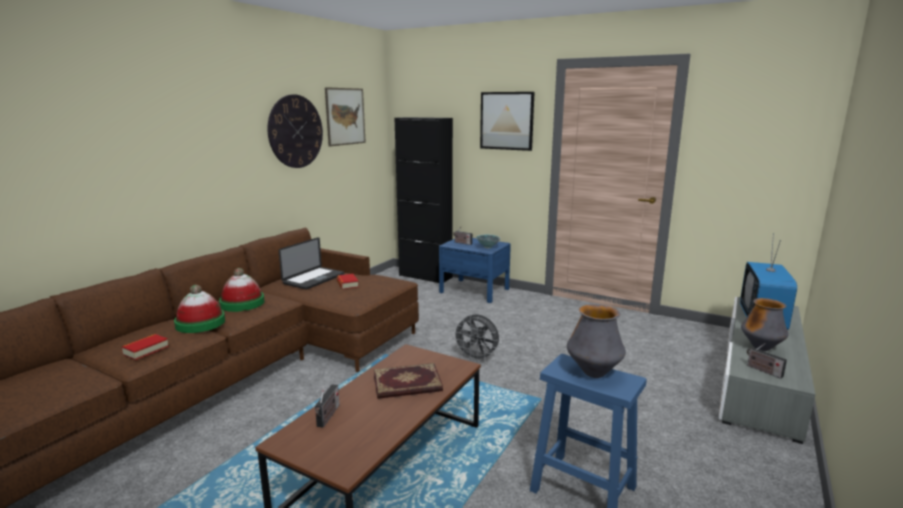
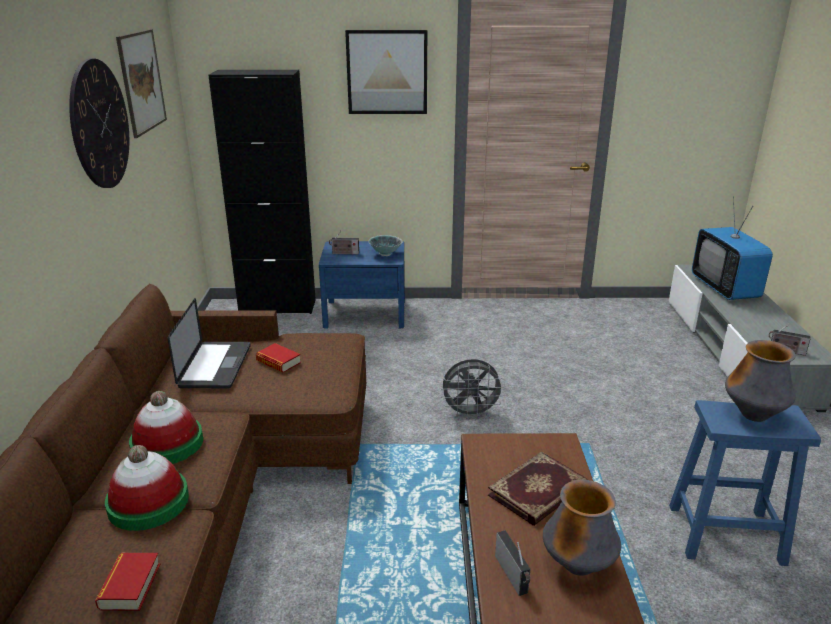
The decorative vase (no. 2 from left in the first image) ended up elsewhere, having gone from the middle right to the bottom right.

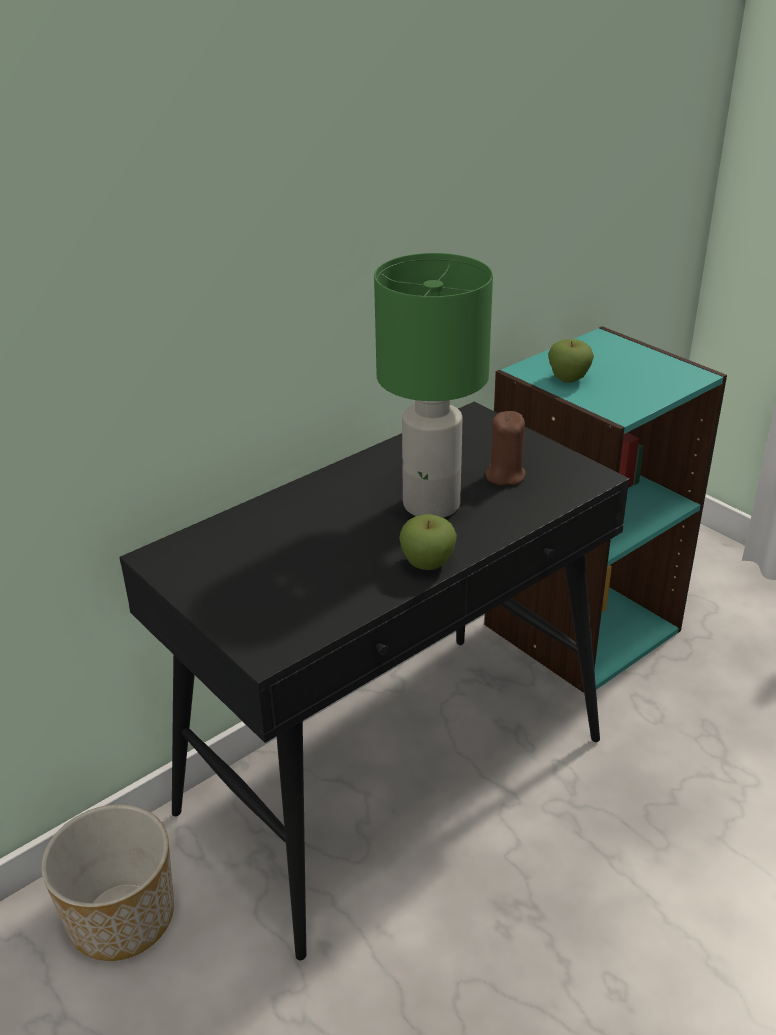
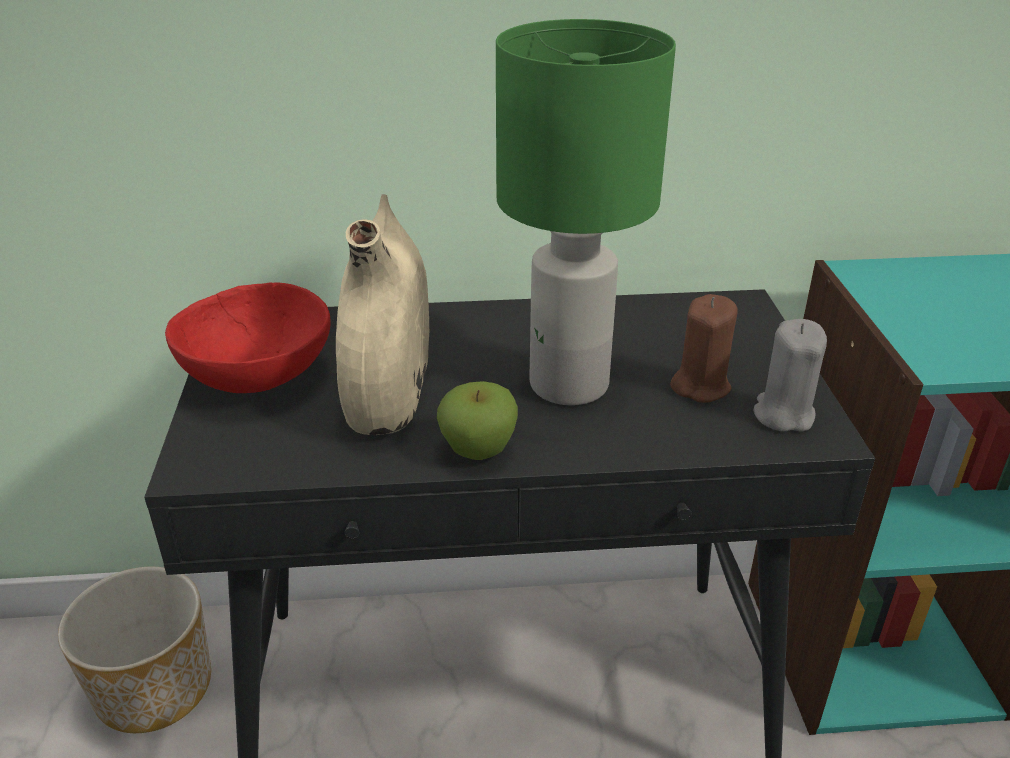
The second view lost the apple fruit (no. 2 from left) at the middle right.
The second view gained the red-coloured bowl at the middle left.
The second view gained the sand-coloured decorative vase at the centre.
The second view gained the greyish wax candle at the middle right.

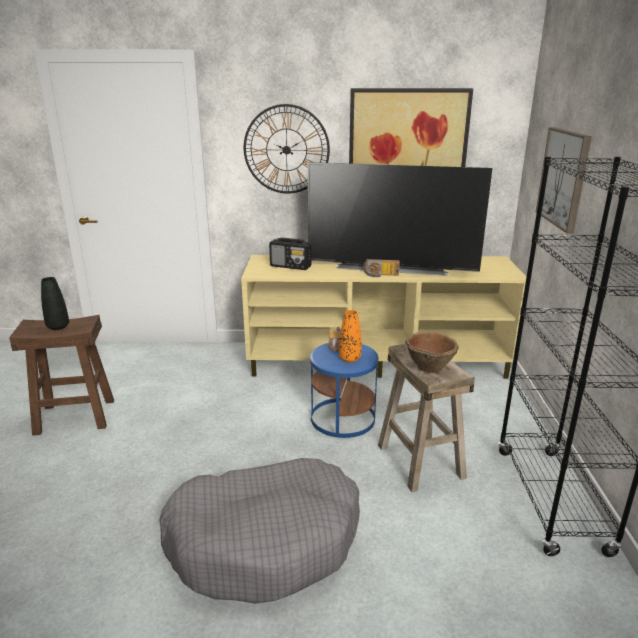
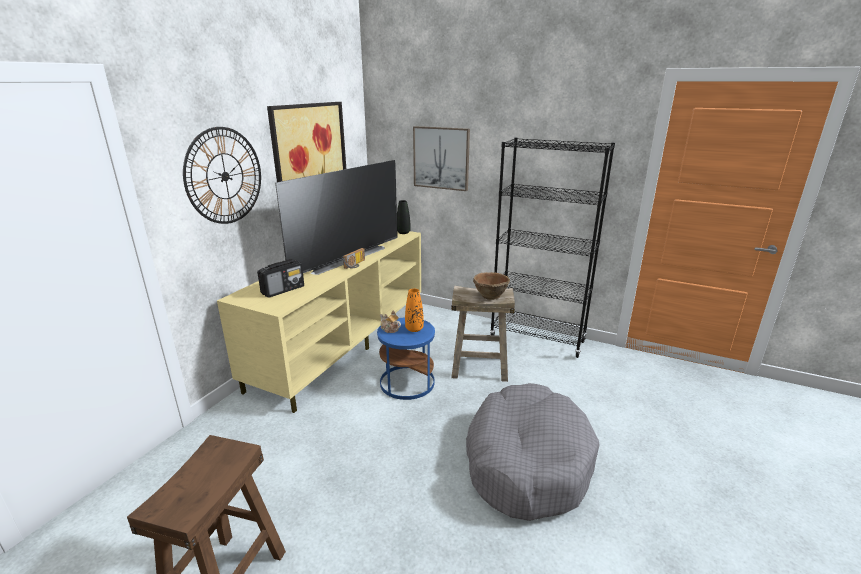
The black decorative vase ended up elsewhere, having gone from the middle left to the centre.

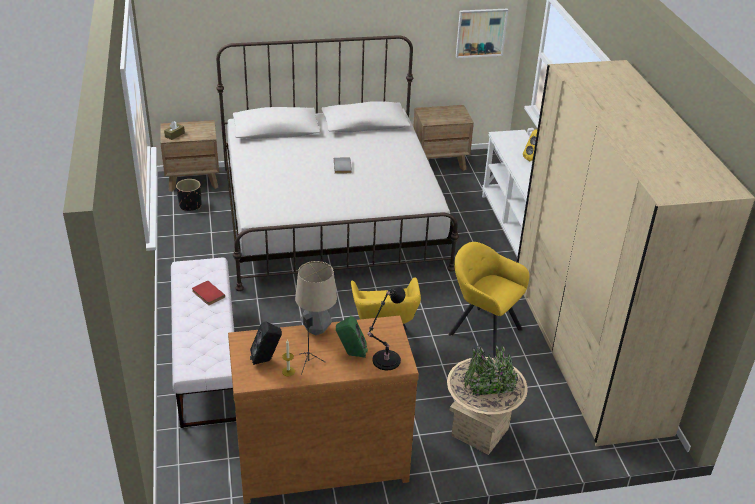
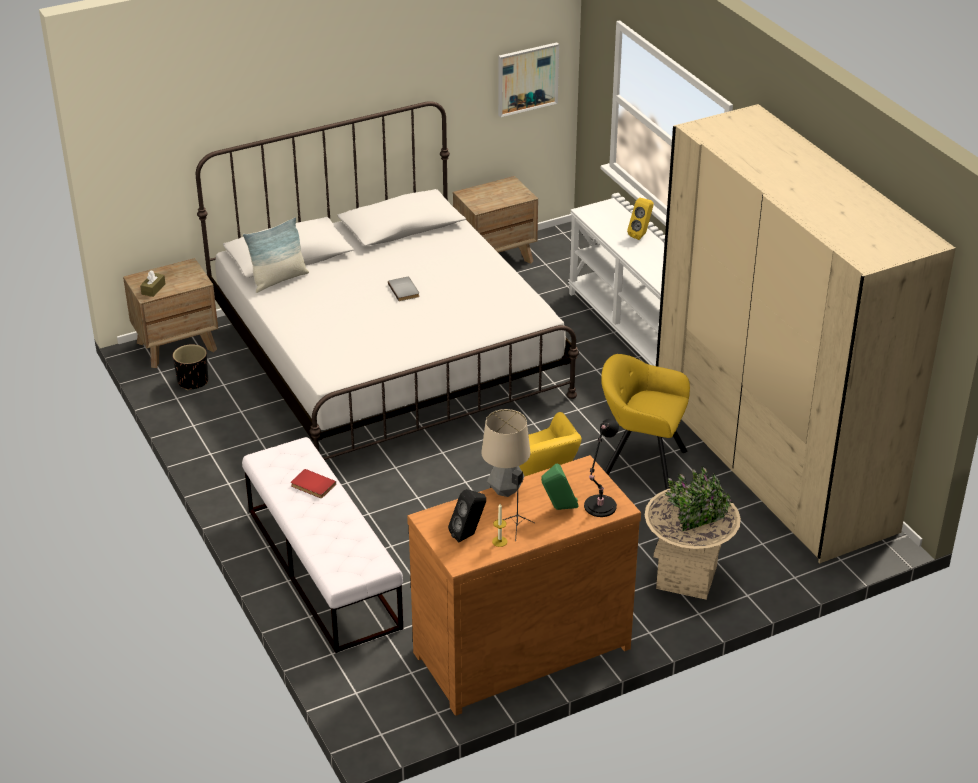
The second view gained the cushion at the top left.

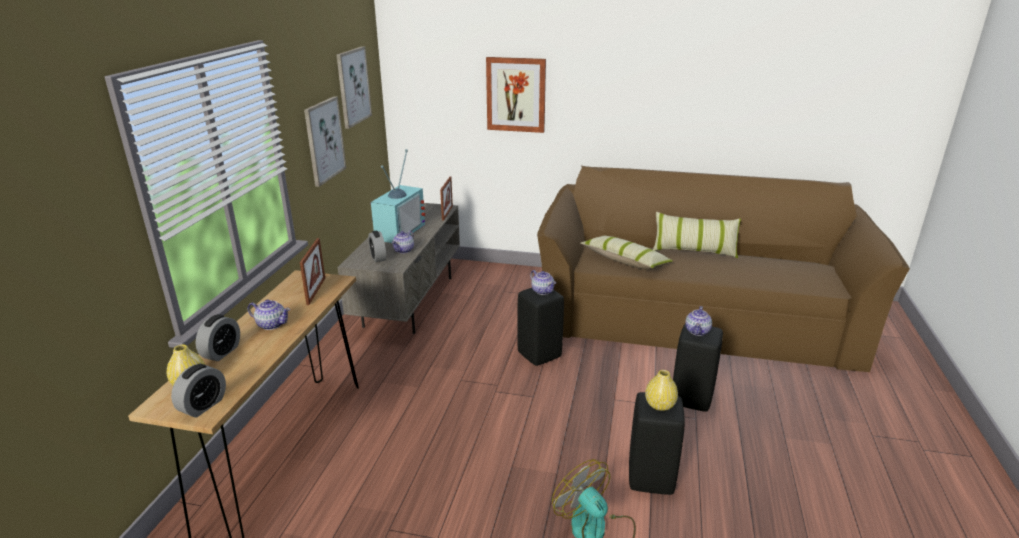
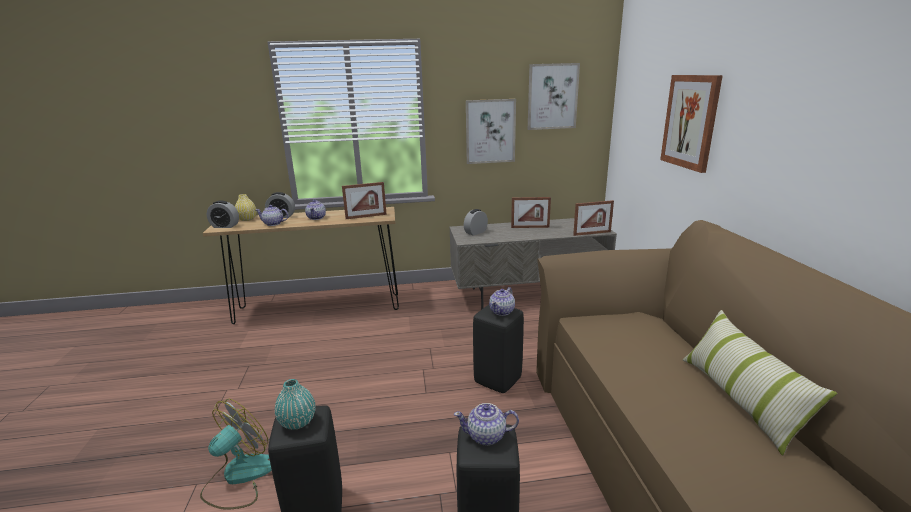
The second view lost the cushion (no. 1 from left) at the centre.
The tea pot (no. 2 from left in the first image) ended up elsewhere, having gone from the centre to the middle left.
Where the TV stood at the centre, the picture frame (no. 2 from left) came to stand at the centre.
What was the yellow-coloured decorative vase (no. 2 from left) at the bottom centre turned into the turquoise decorative vase at the bottom left.

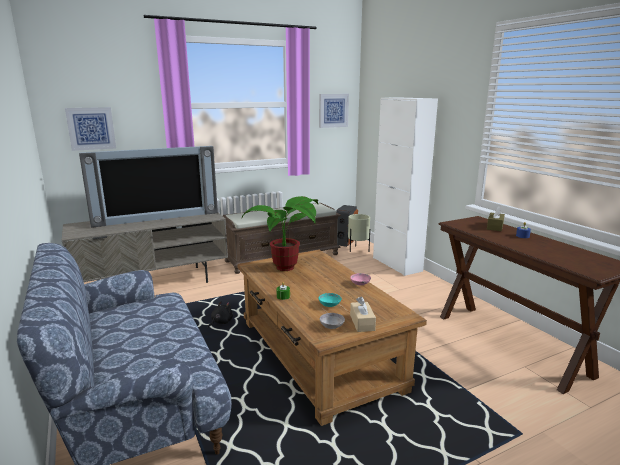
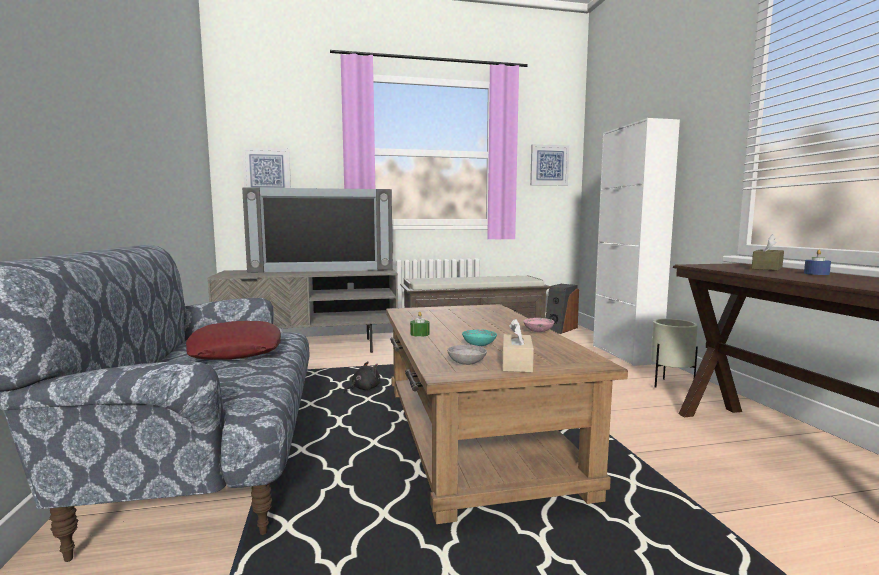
The second view lost the plant in a pot at the centre.
The second view gained the red-coloured cushion at the middle left.
The sand-coloured plant pot ended up elsewhere, having gone from the centre to the middle right.

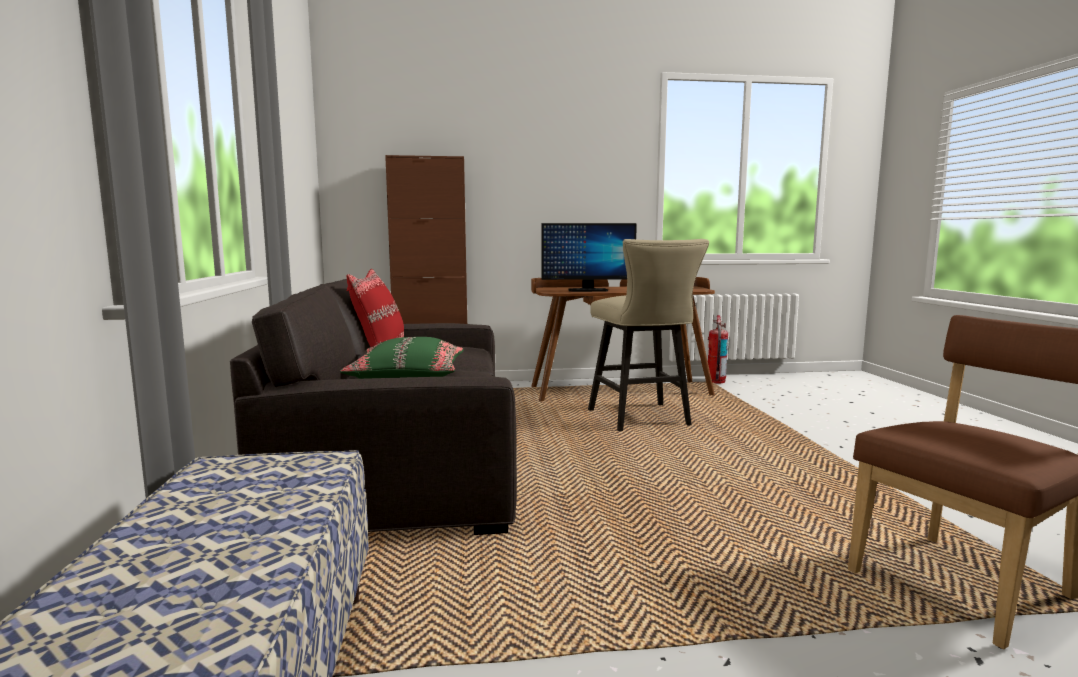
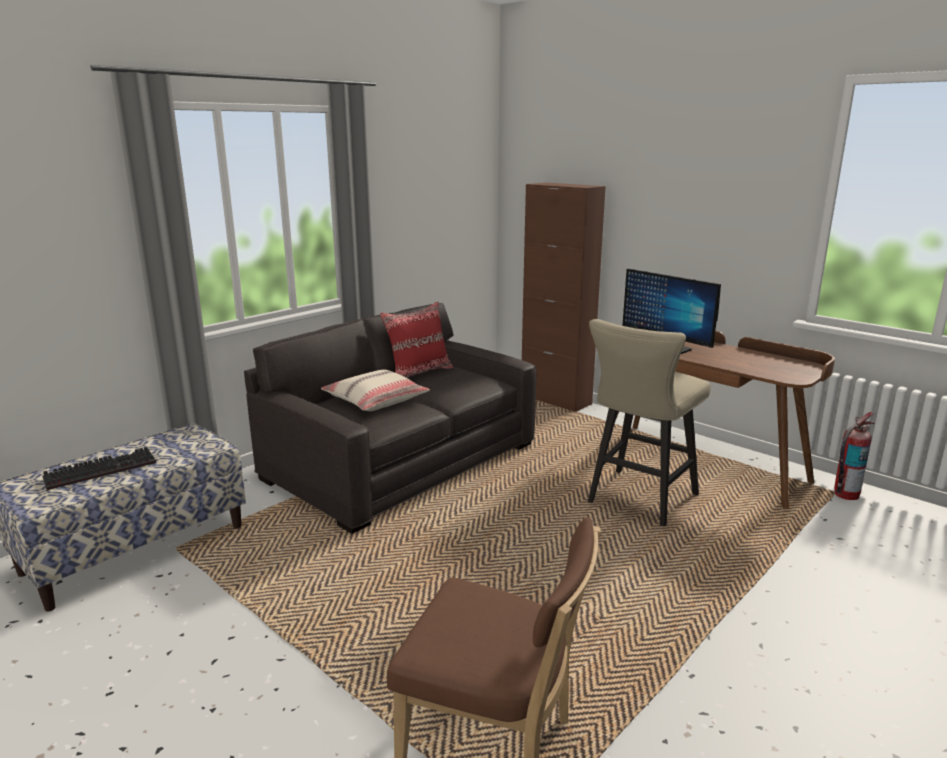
The second view gained the computer keyboard at the middle left.
What was the green cushion at the centre turned into the sand-coloured cushion at the centre.

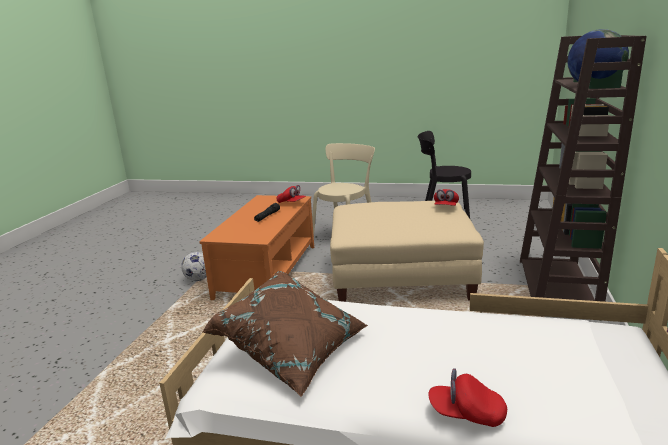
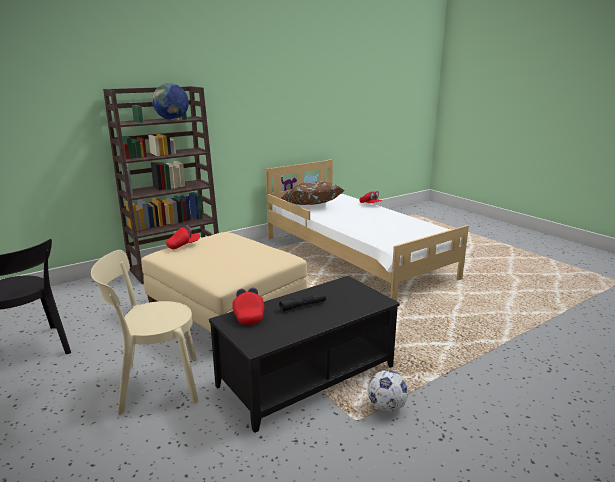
The brown-coloured cushion ended up elsewhere, having gone from the bottom centre to the centre.
What was the orange-coloured low table at the centre turned into the black low table at the bottom centre.

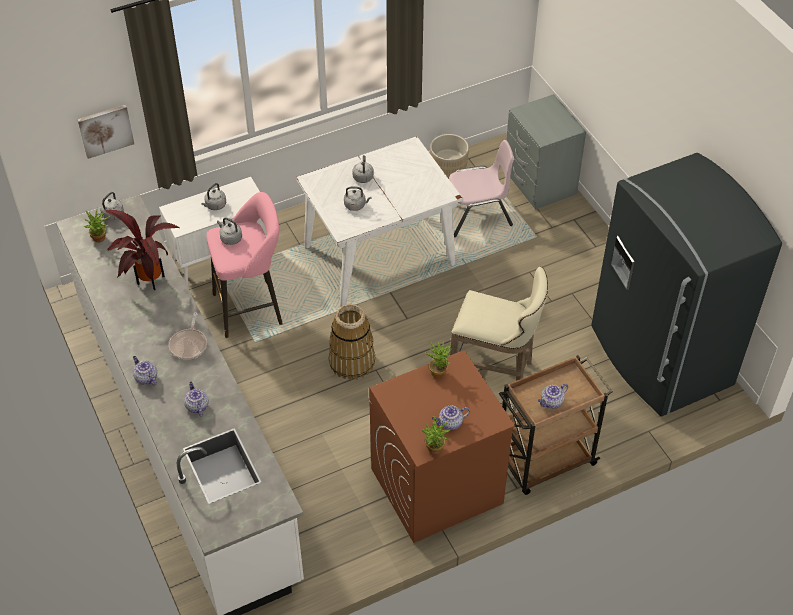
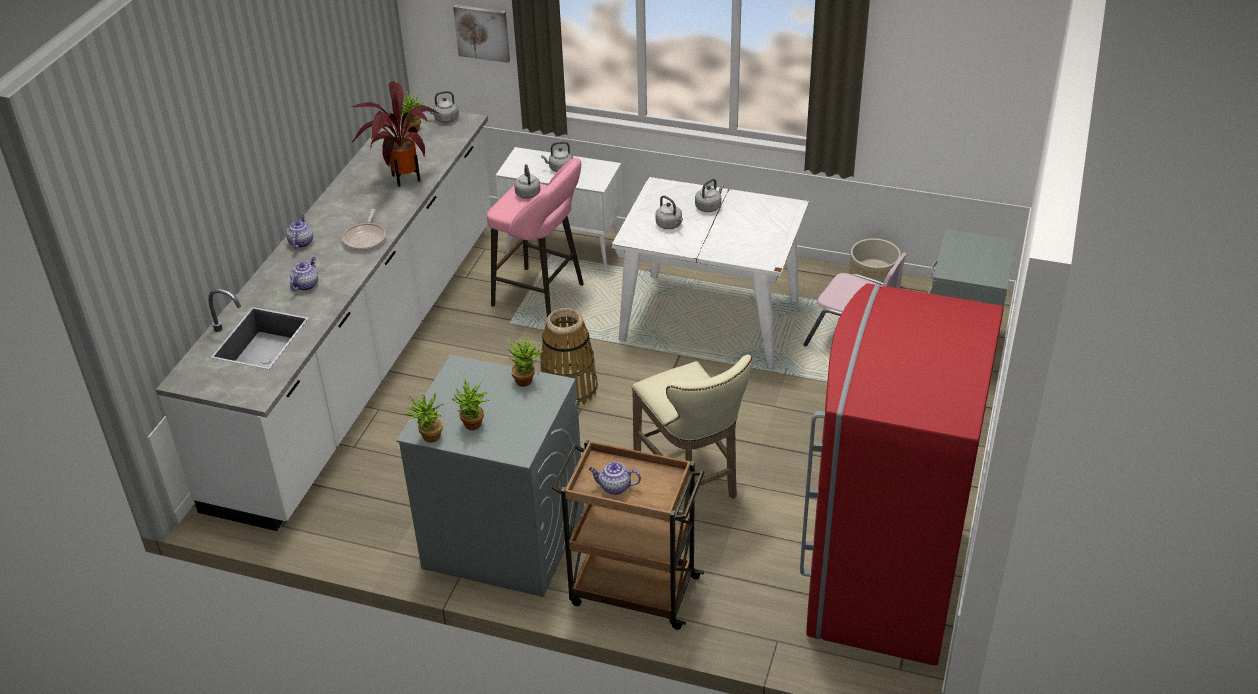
Where the tea pot (no. 3 from left) stood at the bottom centre, the plant in a pot (no. 4 from left) came to stand at the centre.
What was the brown-coloured laundry appliance at the bottom centre turned into the greyish laundry appliance at the bottom centre.
What was the greyish fridge at the middle right turned into the red-coloured fridge at the bottom right.
The frying pan at the middle left ended up facing another way, 45 degrees counterclockwise from before.

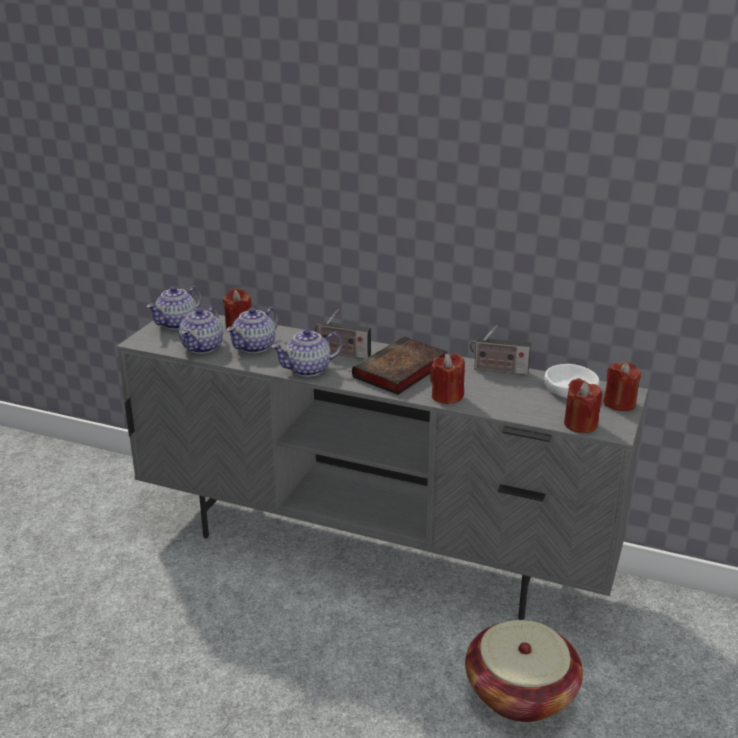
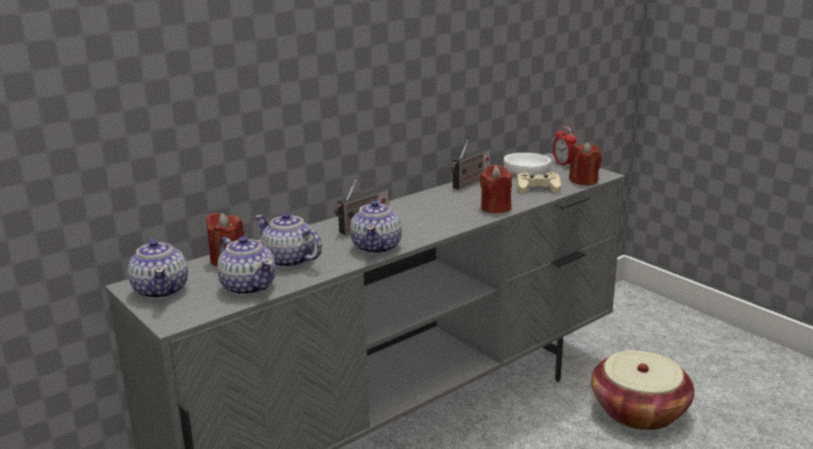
The second view lost the bound book at the centre.
The second view gained the sand-coloured game controller at the centre.
Where the red-coloured wax candle (no. 4 from left) stood at the middle right, the alarm clock came to stand at the top right.
The tea pot (no. 3 from left) at the centre ended up facing another way, 150 degrees clockwise from before.

